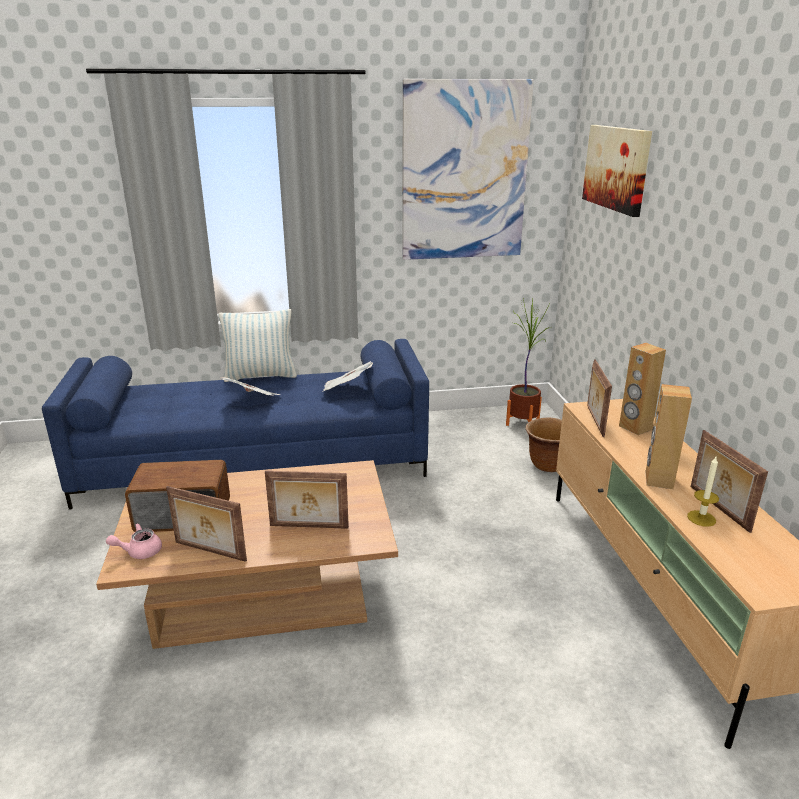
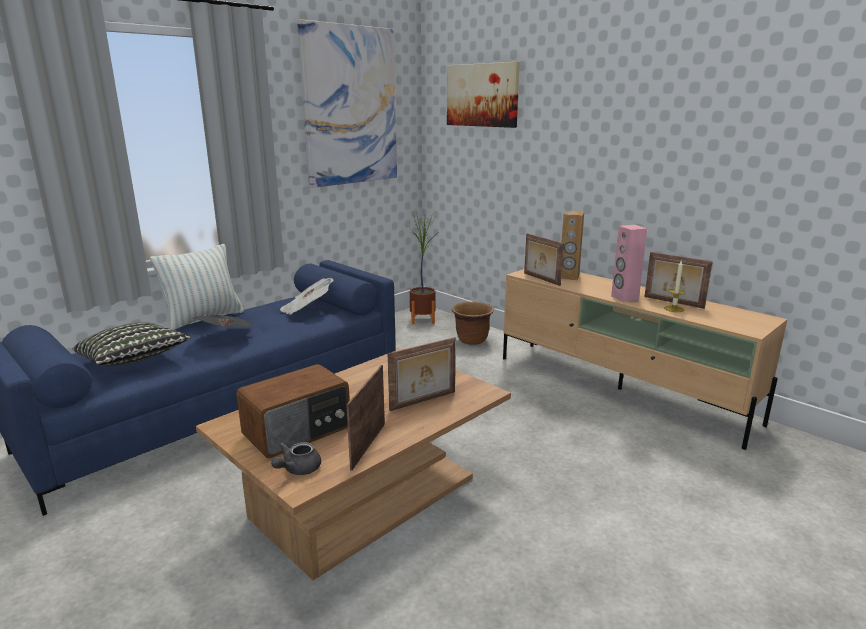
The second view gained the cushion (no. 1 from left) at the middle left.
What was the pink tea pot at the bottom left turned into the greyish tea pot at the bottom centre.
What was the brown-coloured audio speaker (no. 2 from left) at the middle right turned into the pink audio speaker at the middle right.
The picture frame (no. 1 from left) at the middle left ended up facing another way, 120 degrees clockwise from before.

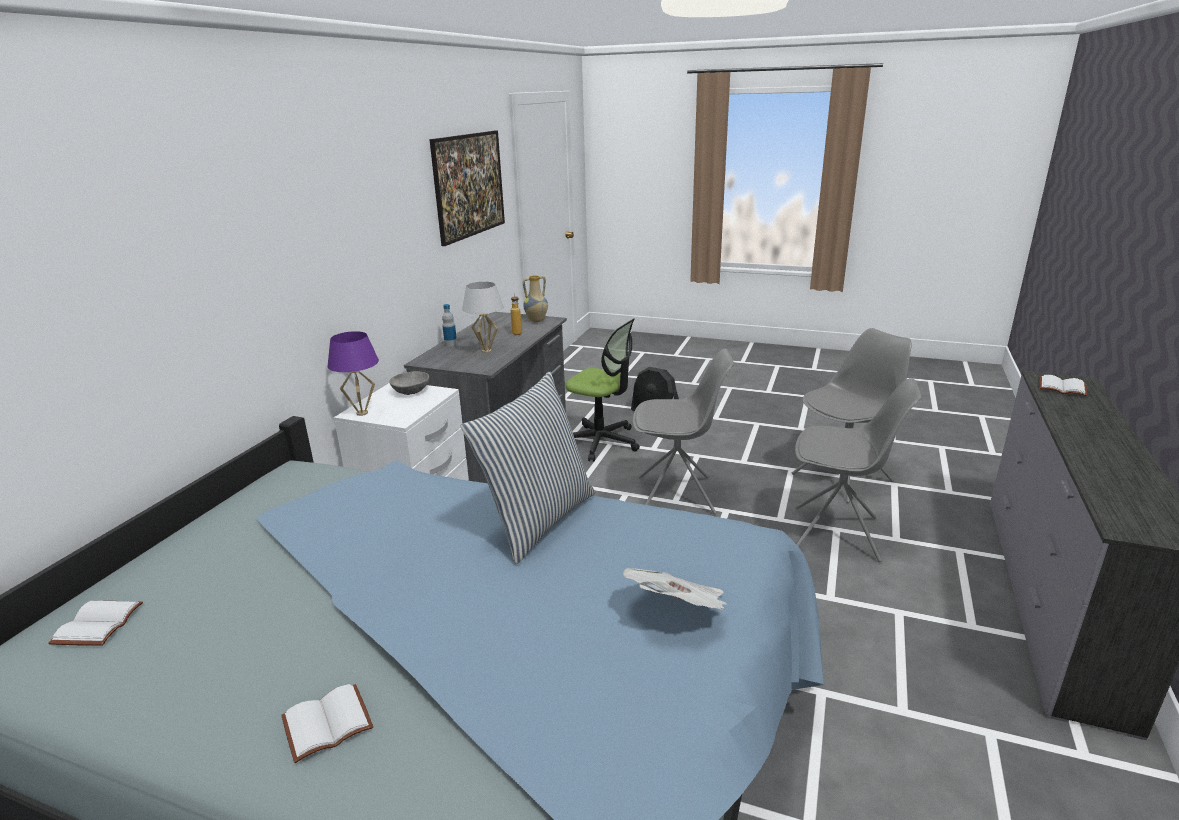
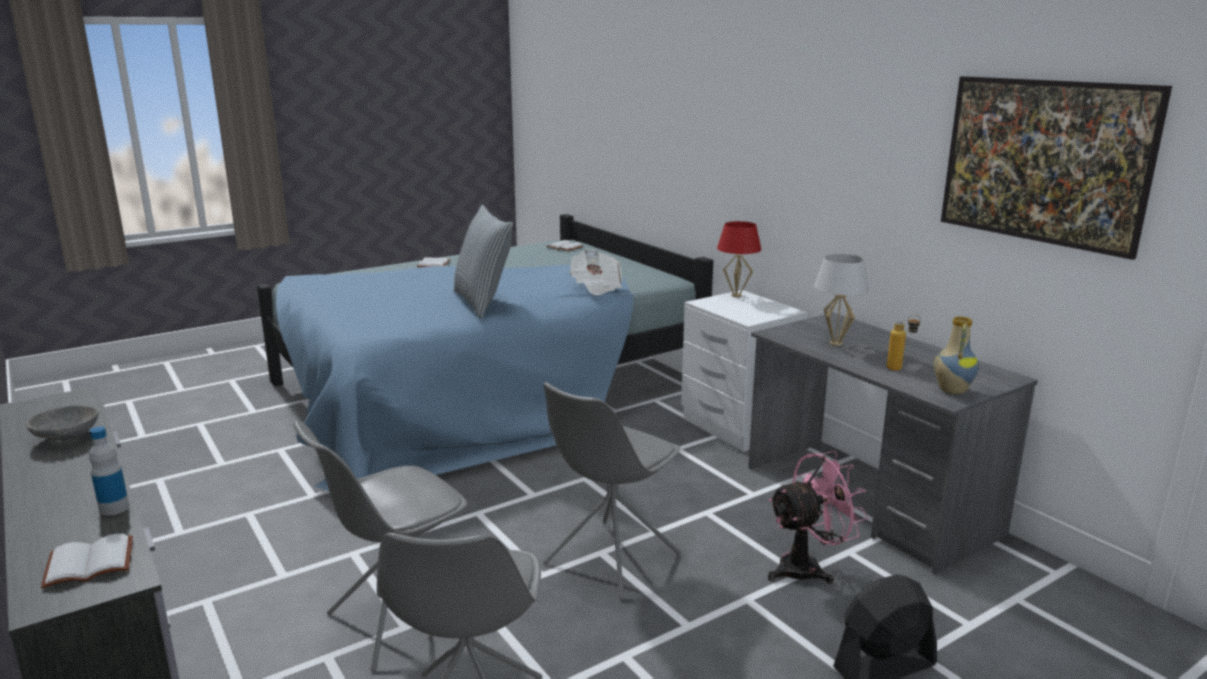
The greyish bowl ended up elsewhere, having gone from the centre to the middle left.
The drink bottle (no. 1 from left) ended up elsewhere, having gone from the centre to the bottom left.
The printed paper ended up elsewhere, having gone from the bottom centre to the centre.
Where the computer chair stood at the centre, the pink fan came to stand at the bottom right.
What was the purple lamp for a table at the middle left turned into the red-coloured lamp for a table at the centre.

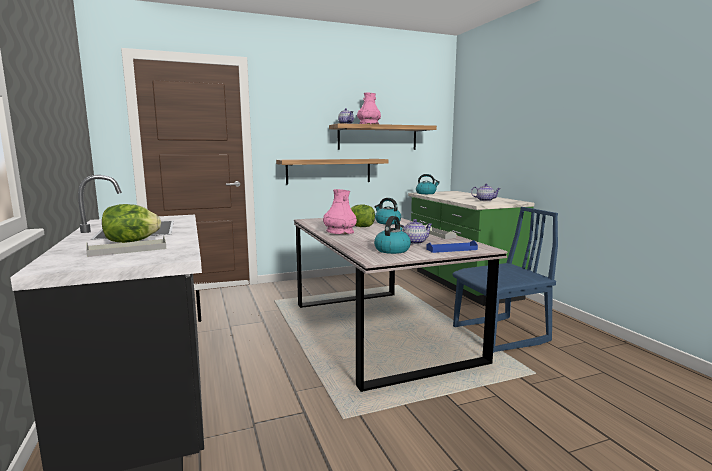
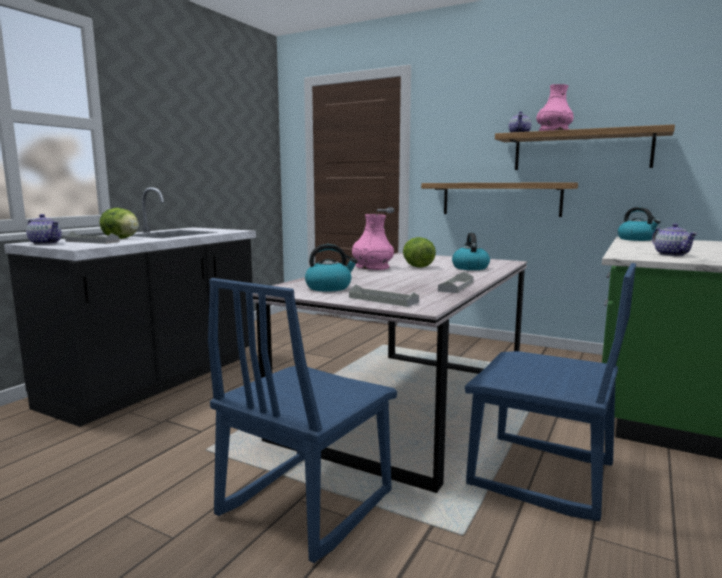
The second view gained the blue plain chair (no. 1 from left) at the bottom centre.
The tea pot (no. 2 from left in the first image) ended up elsewhere, having gone from the centre to the middle left.
What was the blue serving tray at the centre turned into the greyish serving tray (no. 2 from left) at the centre.

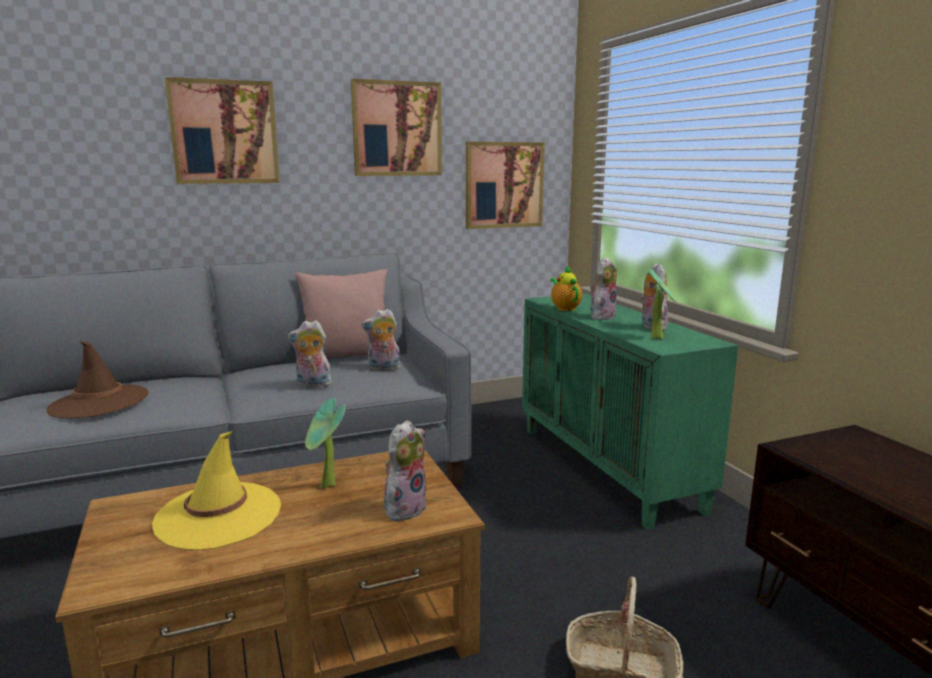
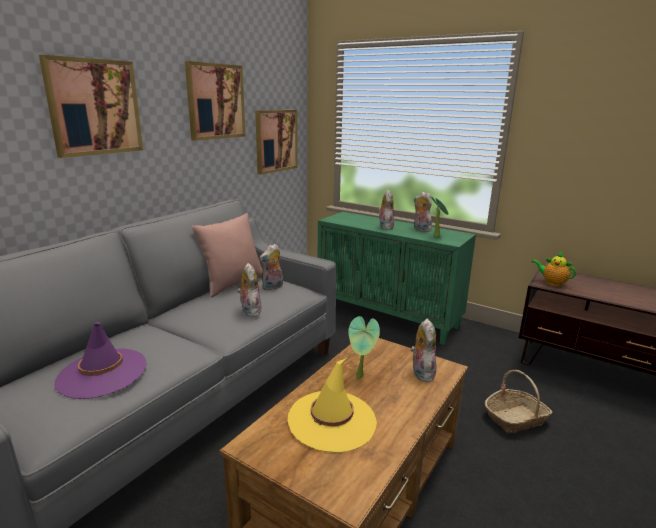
The tea pot ended up elsewhere, having gone from the centre to the middle right.
What was the brown-coloured clothing hat at the middle left turned into the purple clothing hat at the bottom left.
The cuddly toy (no. 1 from left) at the middle left ended up facing another way, 105 degrees clockwise from before.

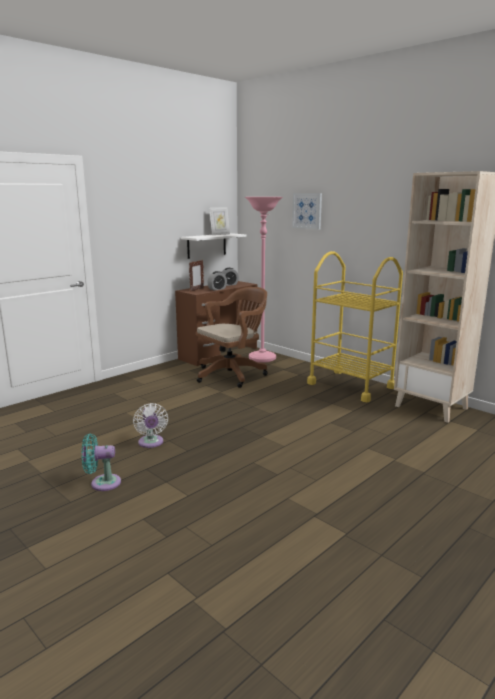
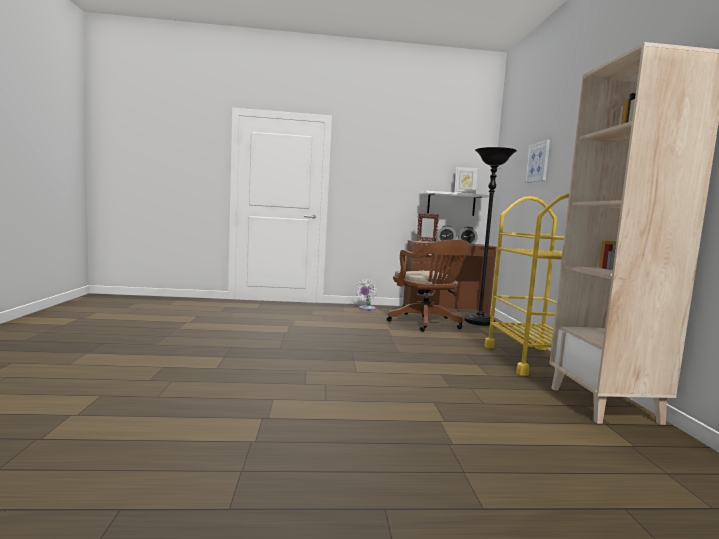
The second view lost the turquoise fan at the middle left.
The whitish fan ended up elsewhere, having gone from the middle left to the centre.
What was the pink standing lamp at the centre turned into the black standing lamp at the middle right.
The brown-coloured computer chair at the centre ended up facing another way, 60 degrees clockwise from before.

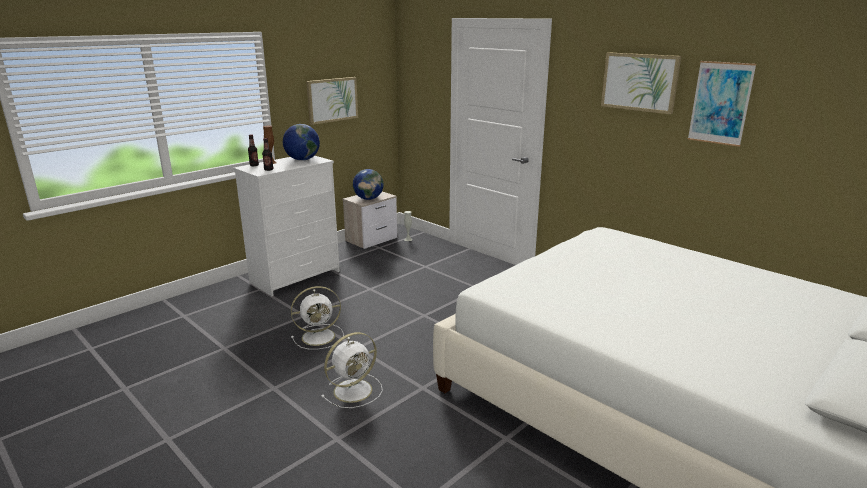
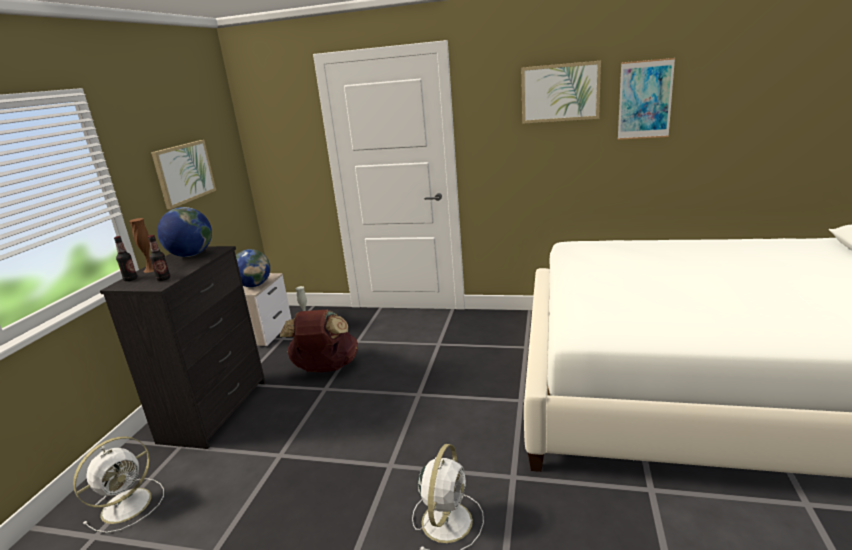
The second view gained the brown-coloured knapsack at the centre.
The whitish fan (no. 1 from left) ended up elsewhere, having gone from the centre to the bottom left.
What was the whitish drawer chest at the middle left turned into the black drawer chest at the middle left.

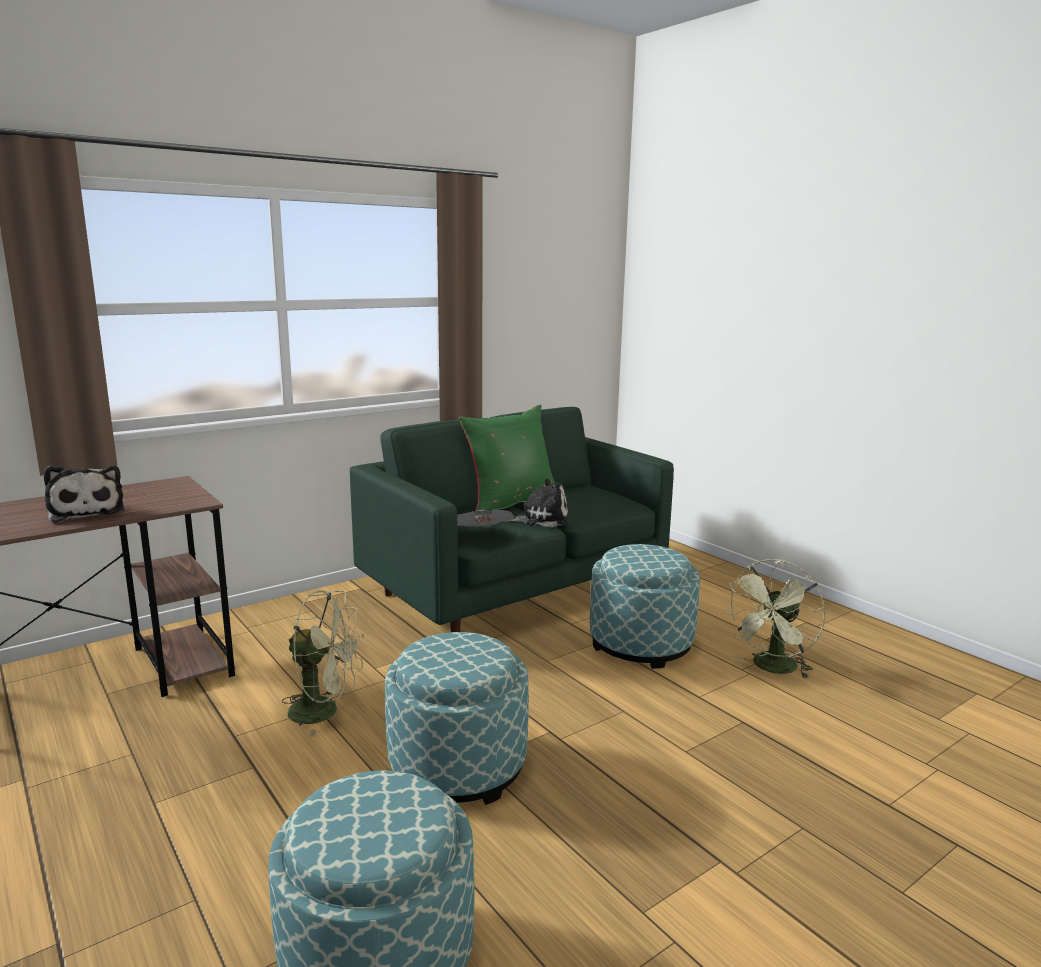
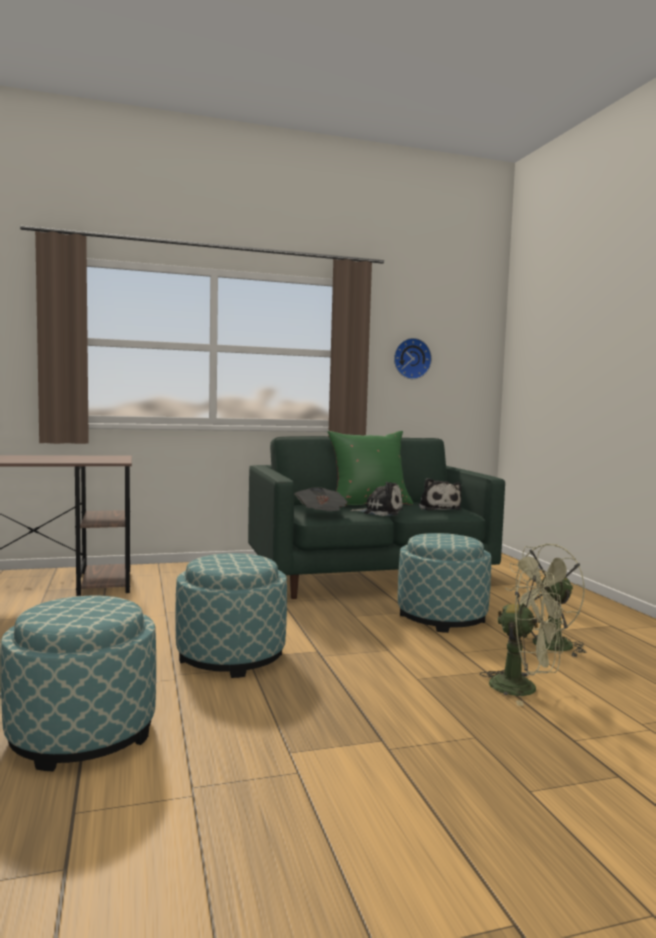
The second view gained the clock on the wall at the centre.
The cuddly toy (no. 1 from left in the first image) ended up elsewhere, having gone from the middle left to the middle right.
The green fan (no. 1 from left) ended up elsewhere, having gone from the bottom left to the bottom right.

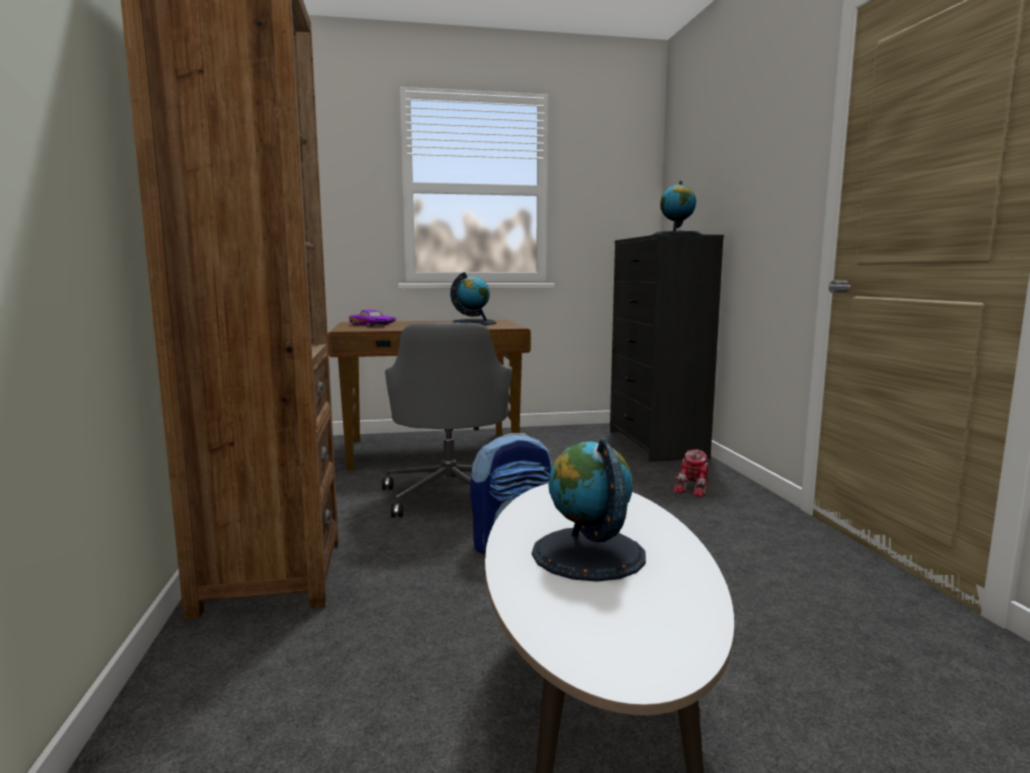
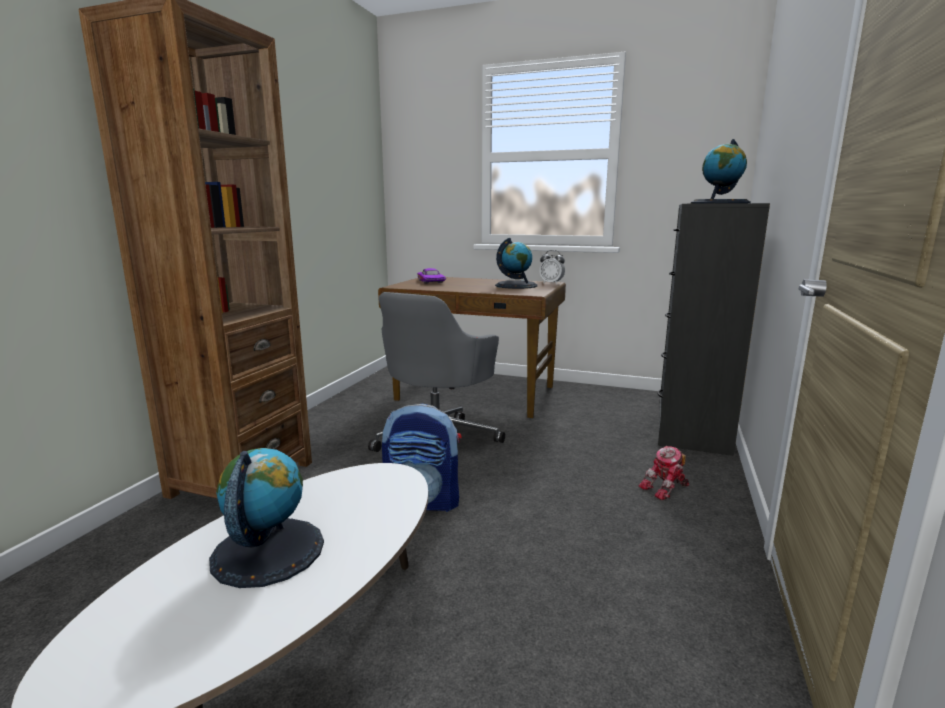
The second view gained the alarm clock at the centre.

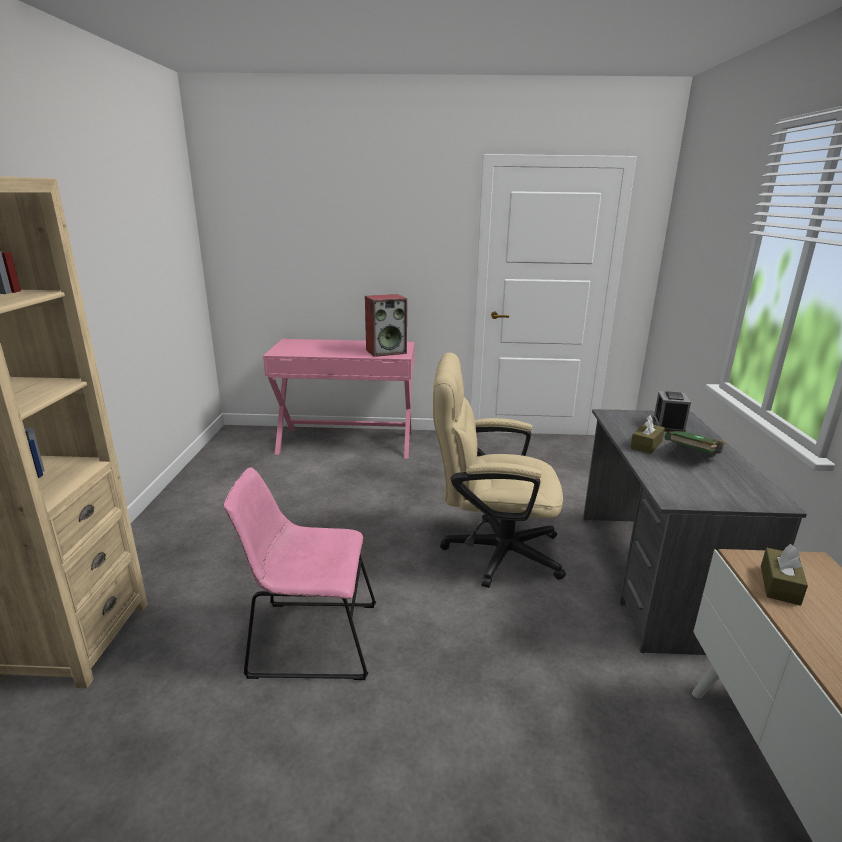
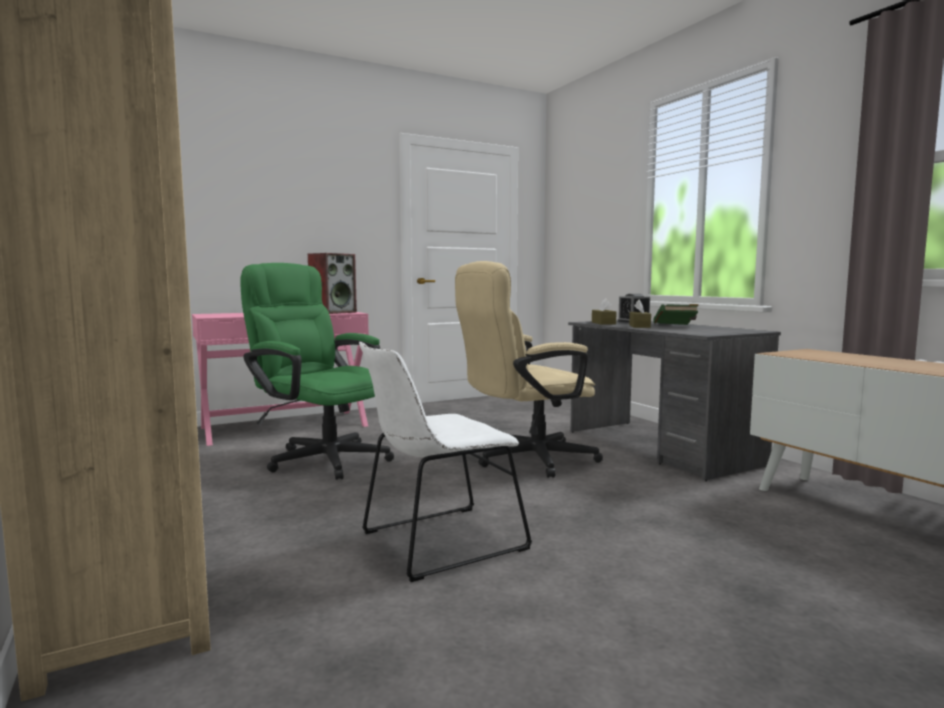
The second view gained the green computer chair at the centre.
The brown-coloured tissue box (no. 2 from left in the first image) ended up elsewhere, having gone from the bottom right to the centre.
What was the pink plain chair at the bottom centre turned into the whitish plain chair at the centre.

